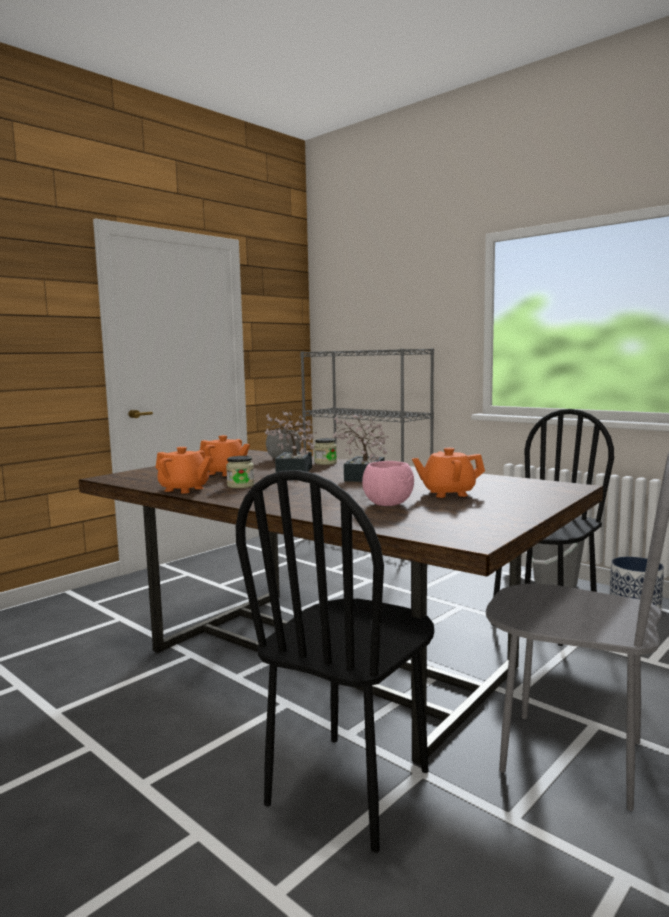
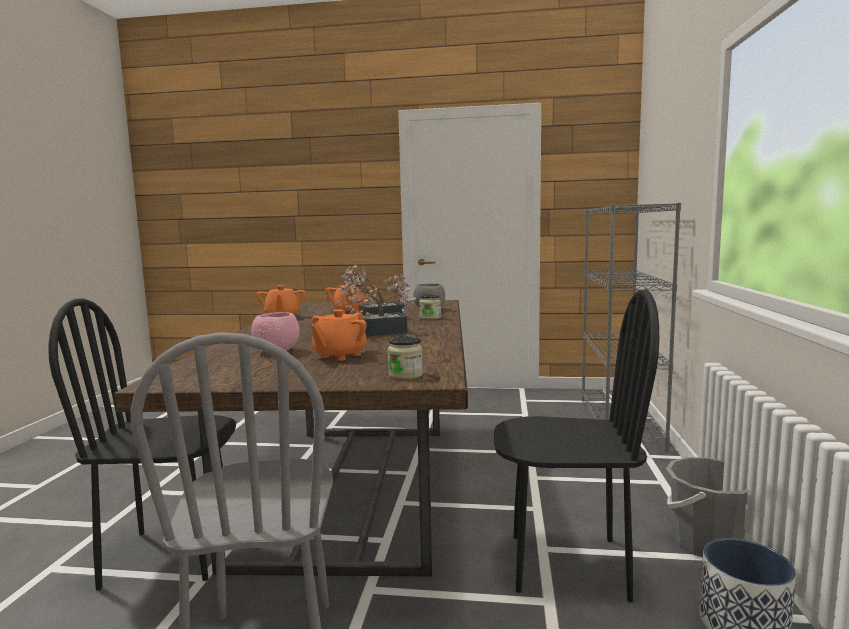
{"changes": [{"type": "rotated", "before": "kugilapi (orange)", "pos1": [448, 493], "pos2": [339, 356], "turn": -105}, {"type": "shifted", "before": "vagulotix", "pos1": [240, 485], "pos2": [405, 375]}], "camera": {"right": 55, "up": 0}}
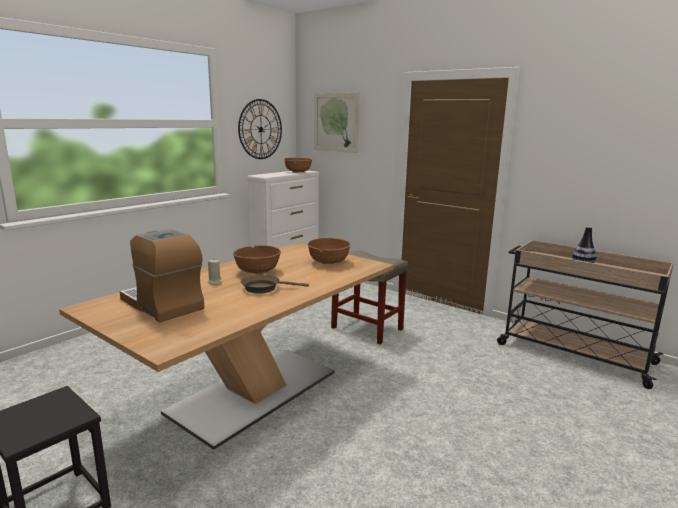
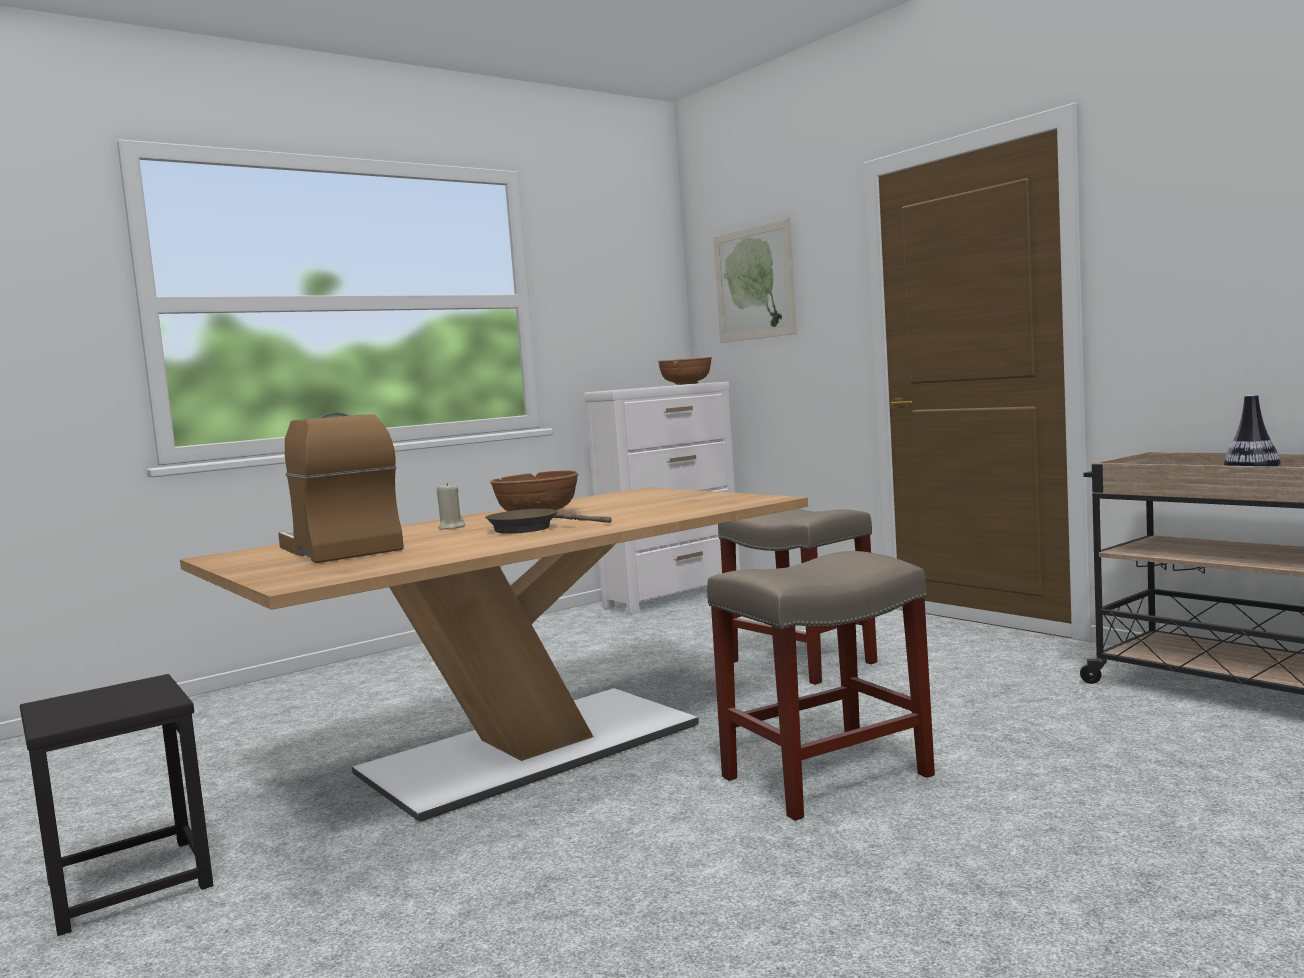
{"changes": [{"type": "new", "after": "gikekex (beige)", "pos2": [824, 777]}, {"type": "gone", "before": "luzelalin", "pos1": [260, 129]}, {"type": "gone", "before": "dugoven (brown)", "pos1": [329, 262]}], "camera": {"right": 15, "up": -10}}
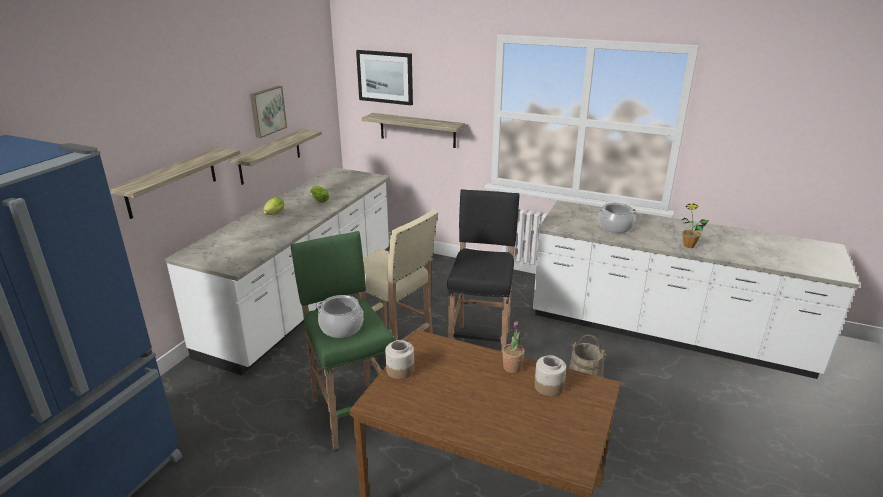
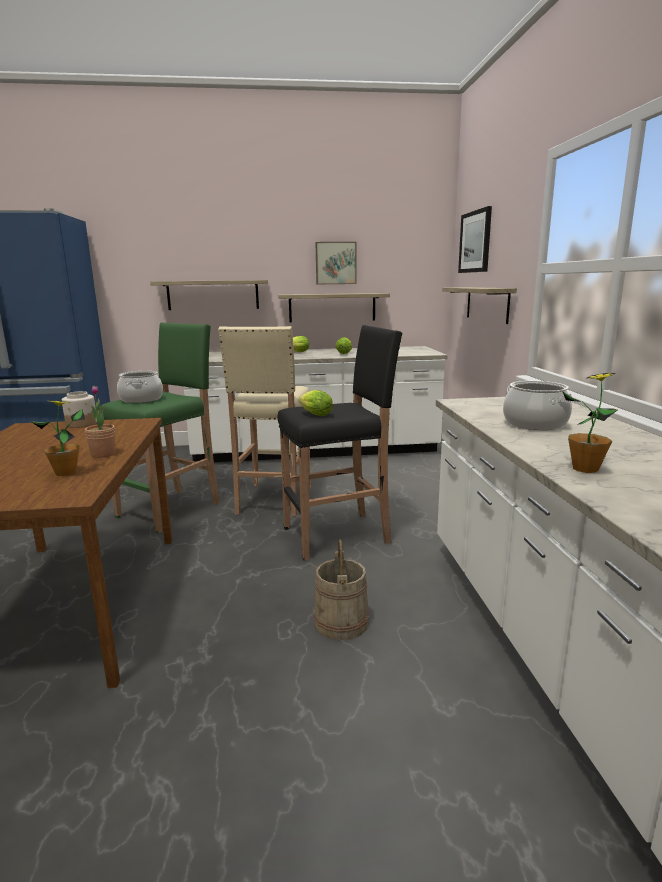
{"changes": [{"type": "swapped", "before": "vagulotix", "after": "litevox", "pos1": [548, 387], "pos2": [66, 473]}, {"type": "new", "after": "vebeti", "pos2": [314, 414]}], "camera": {"right": 60, "up": -10}}
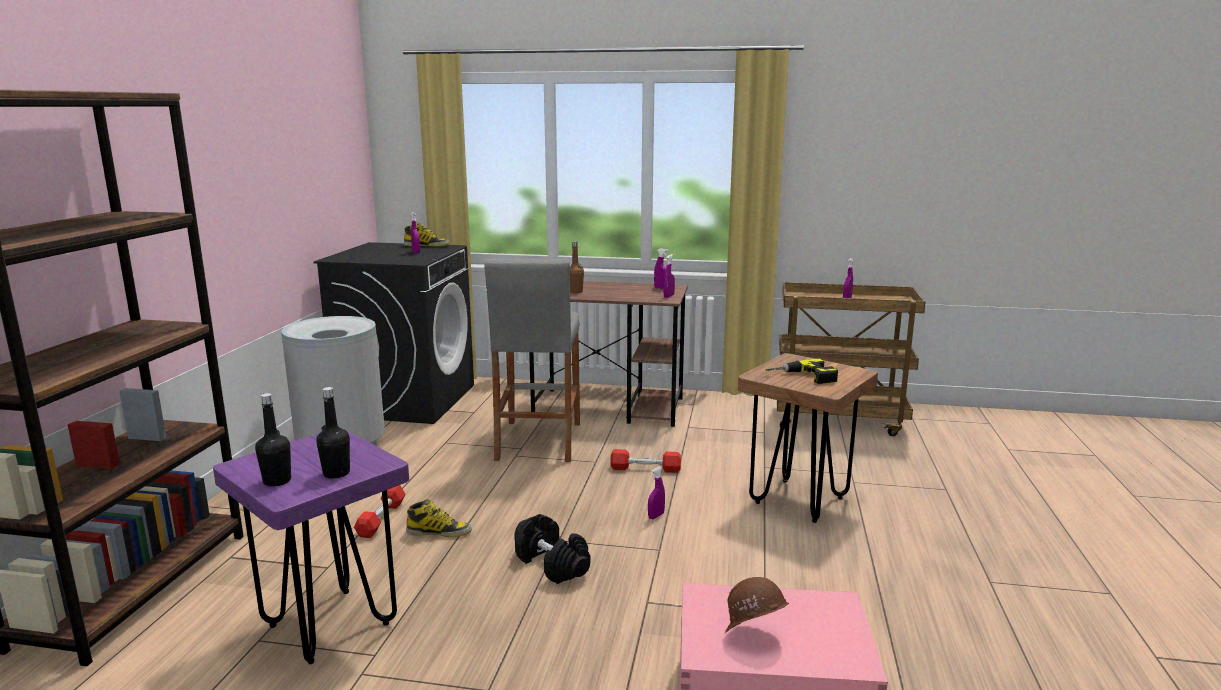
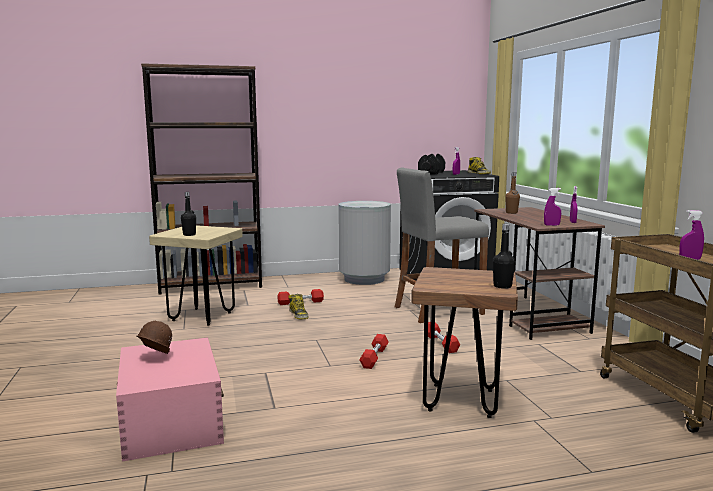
{"changes": [{"type": "repainted", "before": "gikekex (purple)", "after": "gikekex (beige)", "pos1": [329, 625], "pos2": [201, 316]}, {"type": "swapped", "before": "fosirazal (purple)", "after": "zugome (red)", "pos1": [656, 516], "pos2": [374, 357]}, {"type": "shifted", "before": "zugome (black)", "pos1": [552, 564], "pos2": [431, 173]}, {"type": "shifted", "before": "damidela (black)", "pos1": [277, 481], "pos2": [502, 286]}, {"type": "gone", "before": "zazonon", "pos1": [803, 377]}], "camera": {"right": 65, "up": -5}}
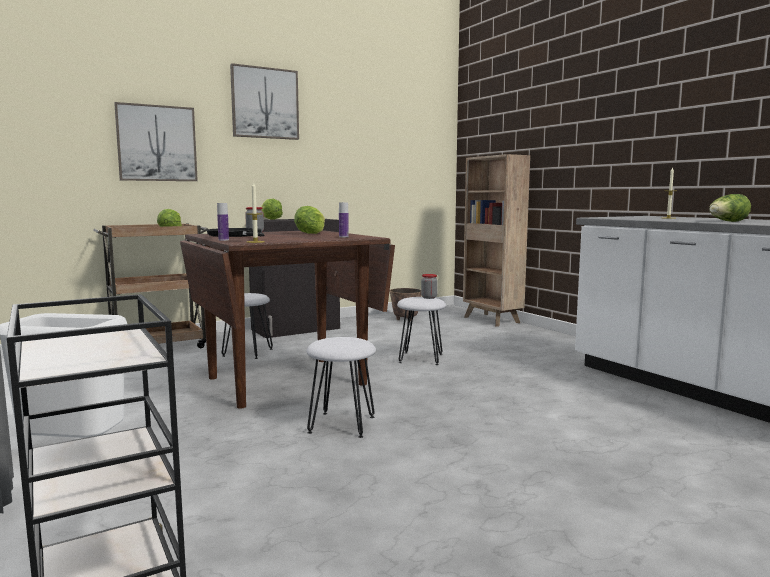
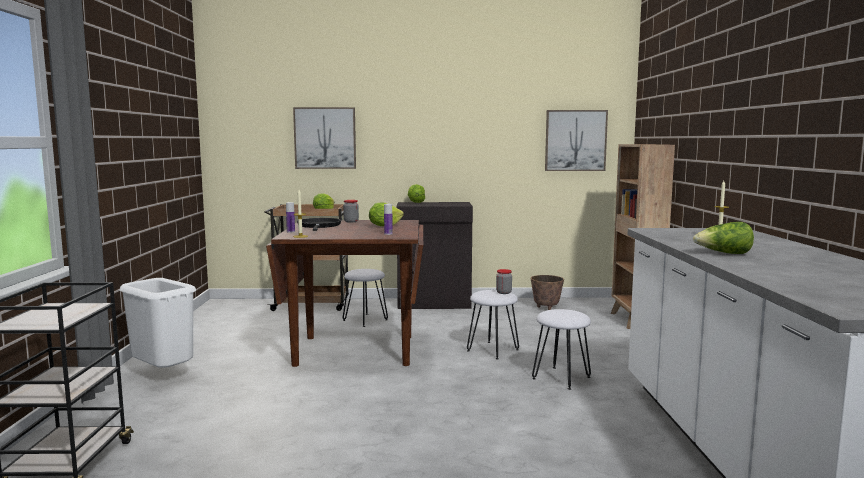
{"changes": [{"type": "shifted", "before": "gikekex (white)", "pos1": [341, 425], "pos2": [561, 378]}, {"type": "shifted", "before": "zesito", "pos1": [265, 103], "pos2": [575, 140]}], "camera": {"right": 30, "up": 0}}
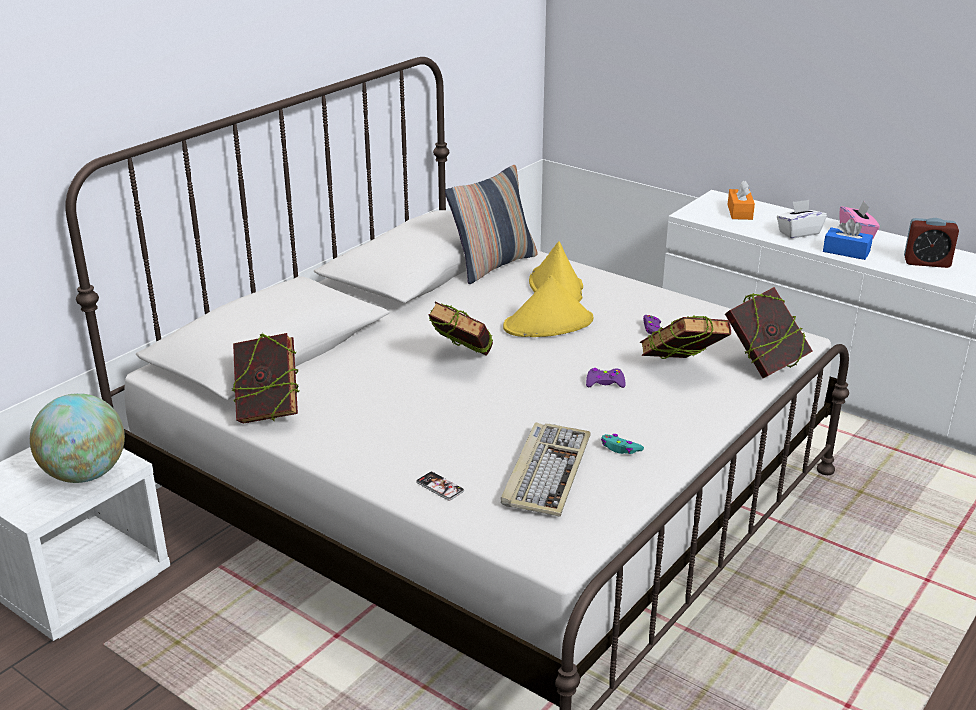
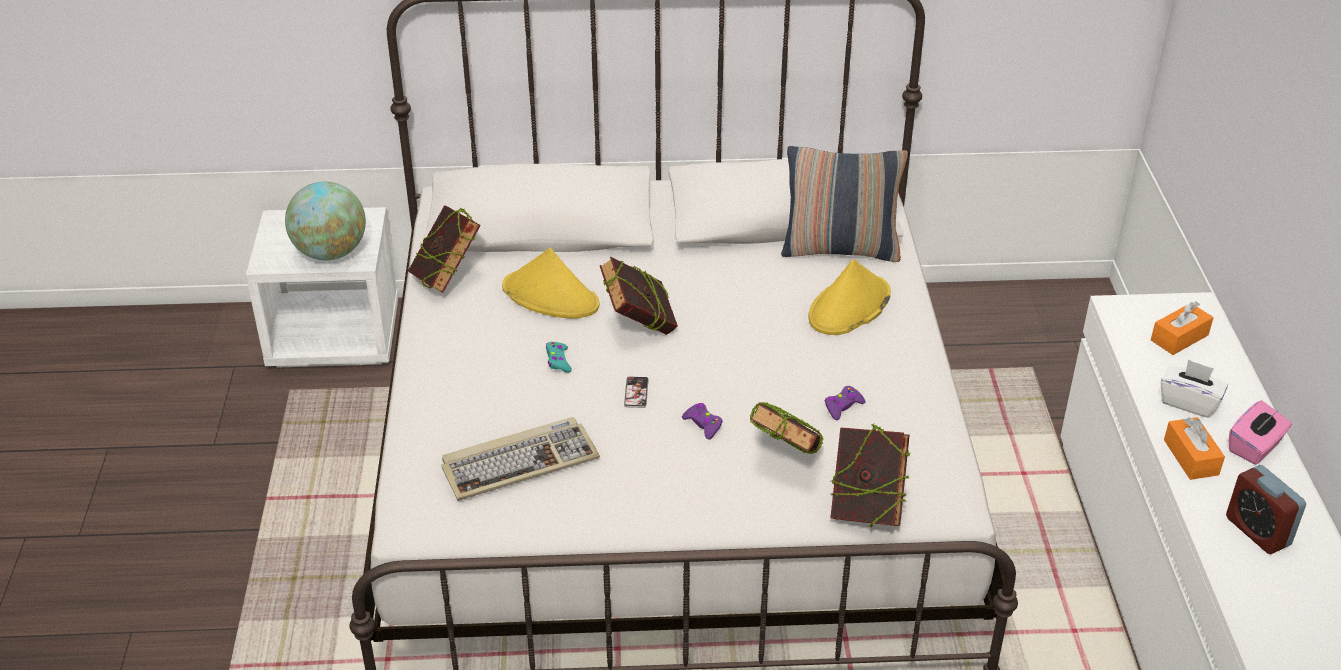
{"changes": [{"type": "shifted", "before": "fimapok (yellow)", "pos1": [548, 324], "pos2": [551, 296]}, {"type": "shifted", "before": "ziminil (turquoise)", "pos1": [620, 449], "pos2": [558, 361]}, {"type": "shifted", "before": "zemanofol", "pos1": [440, 487], "pos2": [636, 392]}, {"type": "repainted", "before": "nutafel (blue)", "after": "nutafel (orange)", "pos1": [846, 252], "pos2": [1191, 457]}], "camera": {"right": 50, "up": 10}}
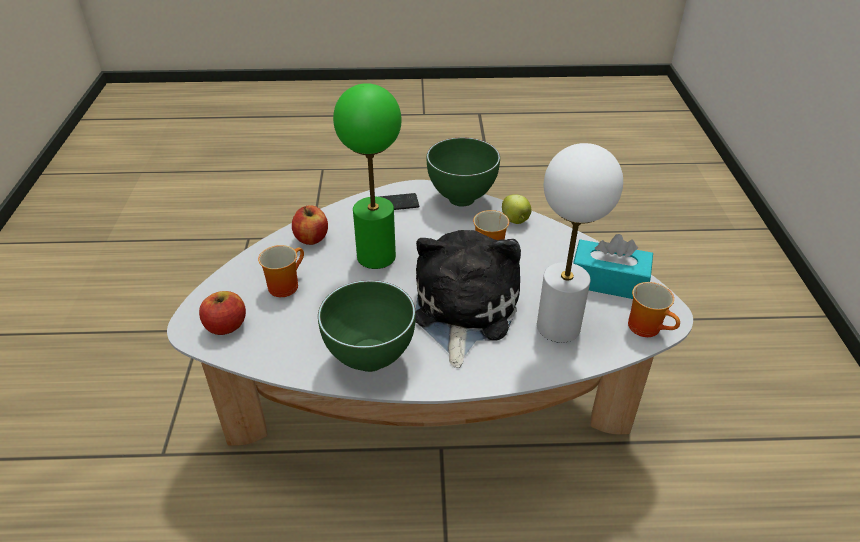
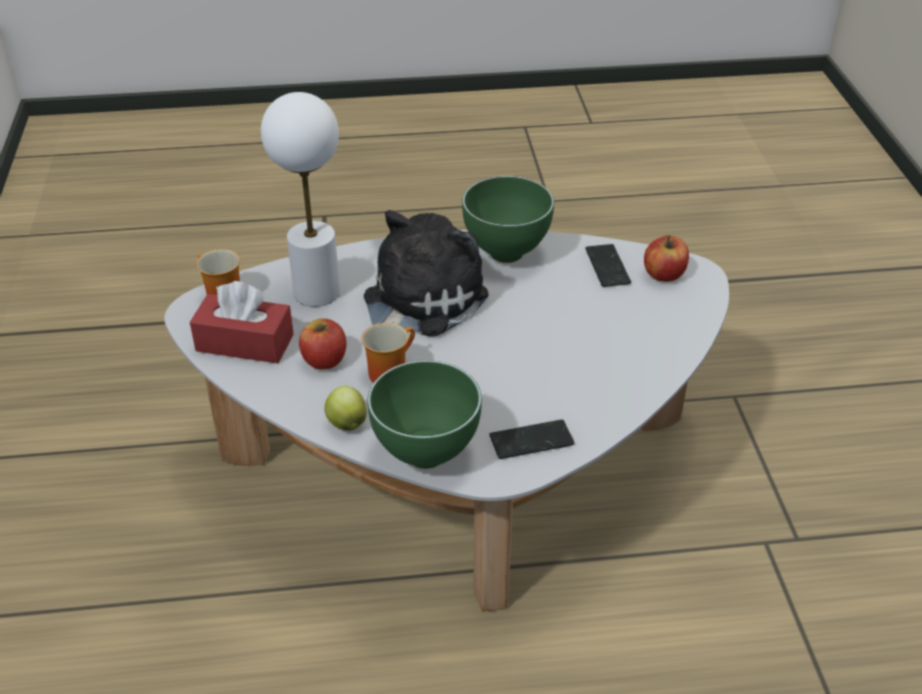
{"changes": [{"type": "repainted", "before": "nutafel (turquoise)", "after": "nutafel (red)", "pos1": [608, 281], "pos2": [245, 343]}, {"type": "shifted", "before": "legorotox", "pos1": [311, 238], "pos2": [324, 360]}, {"type": "rotated", "before": "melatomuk", "pos1": [462, 311], "pos2": [418, 302], "turn": -150}, {"type": "new", "after": "zemanofol", "pos2": [607, 267]}, {"type": "gone", "before": "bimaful", "pos1": [284, 284]}, {"type": "gone", "before": "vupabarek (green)", "pos1": [376, 257]}], "camera": {"right": 175, "up": 0}}
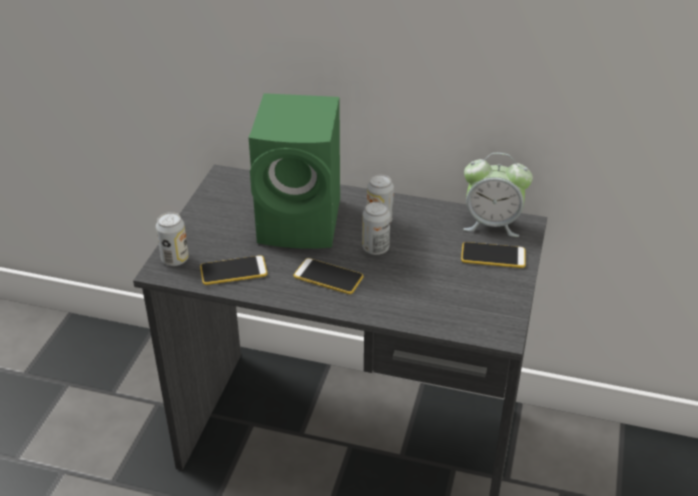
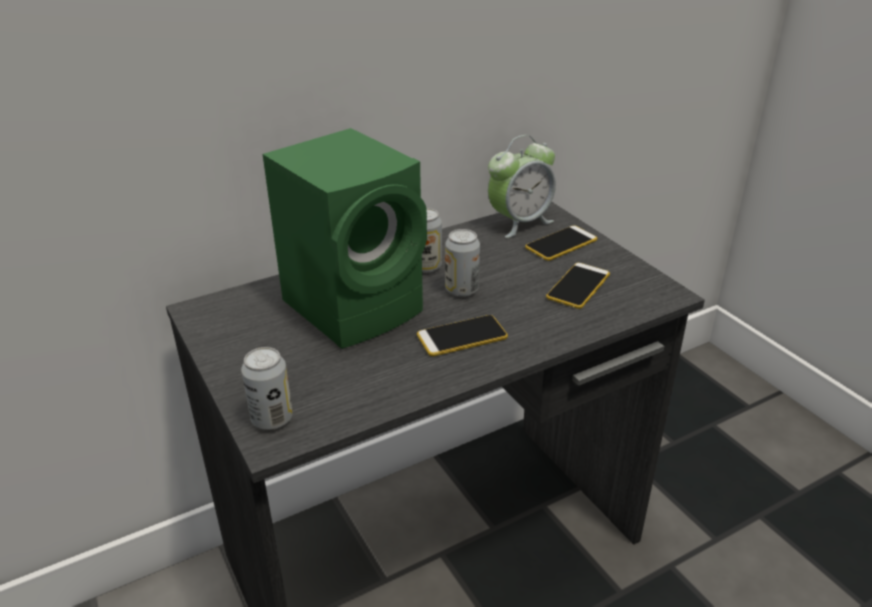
{"changes": [{"type": "shifted", "before": "zemanofol", "pos1": [233, 271], "pos2": [578, 286]}], "camera": {"right": -45, "up": -5}}
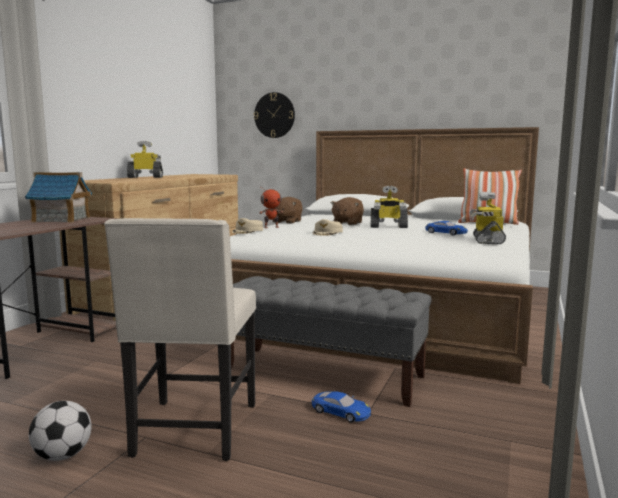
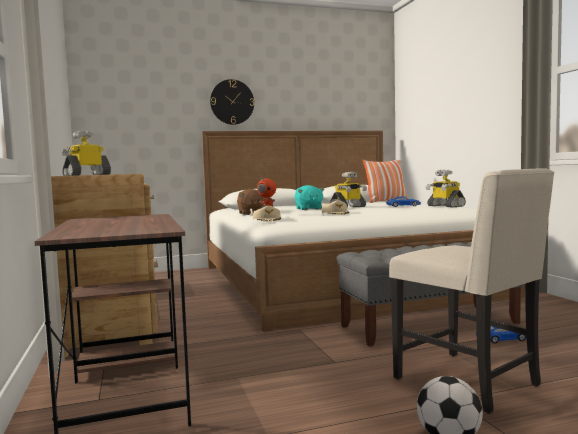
{"changes": [{"type": "shifted", "before": "luzelalin", "pos1": [274, 115], "pos2": [232, 102]}, {"type": "repainted", "before": "melatomuk (brown)", "after": "melatomuk (turquoise)", "pos1": [347, 223], "pos2": [308, 209]}, {"type": "gone", "before": "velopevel", "pos1": [62, 220]}], "camera": {"right": -40, "up": -5}}
